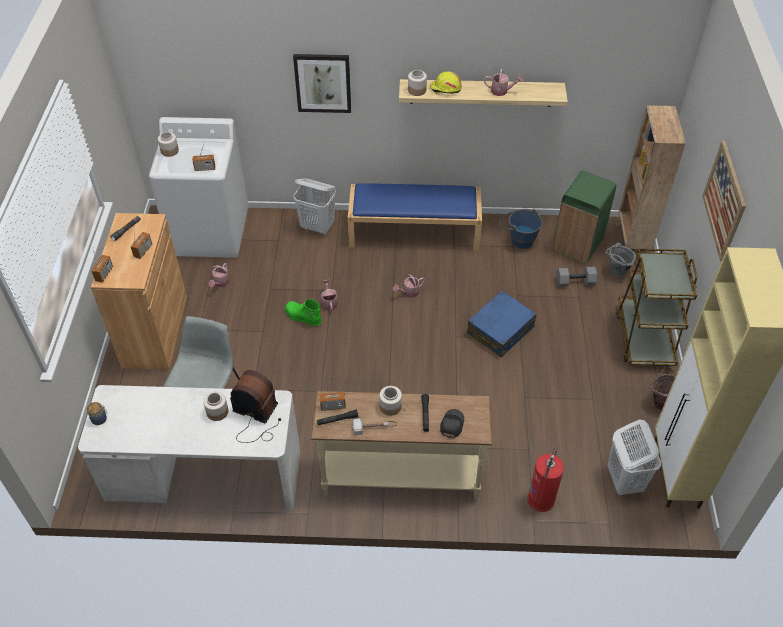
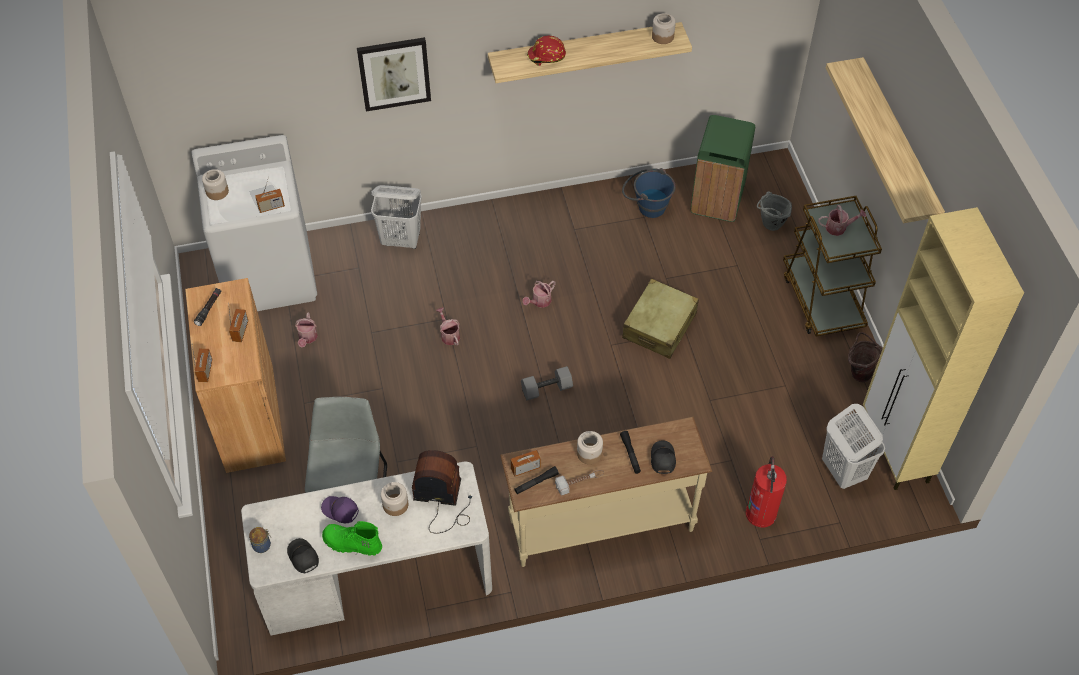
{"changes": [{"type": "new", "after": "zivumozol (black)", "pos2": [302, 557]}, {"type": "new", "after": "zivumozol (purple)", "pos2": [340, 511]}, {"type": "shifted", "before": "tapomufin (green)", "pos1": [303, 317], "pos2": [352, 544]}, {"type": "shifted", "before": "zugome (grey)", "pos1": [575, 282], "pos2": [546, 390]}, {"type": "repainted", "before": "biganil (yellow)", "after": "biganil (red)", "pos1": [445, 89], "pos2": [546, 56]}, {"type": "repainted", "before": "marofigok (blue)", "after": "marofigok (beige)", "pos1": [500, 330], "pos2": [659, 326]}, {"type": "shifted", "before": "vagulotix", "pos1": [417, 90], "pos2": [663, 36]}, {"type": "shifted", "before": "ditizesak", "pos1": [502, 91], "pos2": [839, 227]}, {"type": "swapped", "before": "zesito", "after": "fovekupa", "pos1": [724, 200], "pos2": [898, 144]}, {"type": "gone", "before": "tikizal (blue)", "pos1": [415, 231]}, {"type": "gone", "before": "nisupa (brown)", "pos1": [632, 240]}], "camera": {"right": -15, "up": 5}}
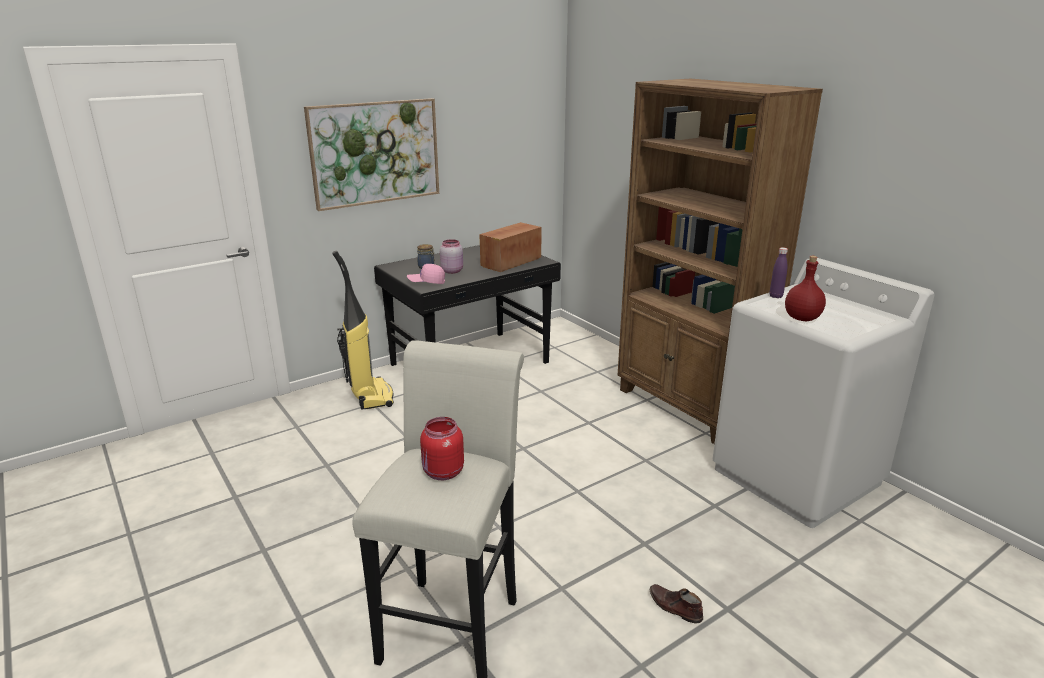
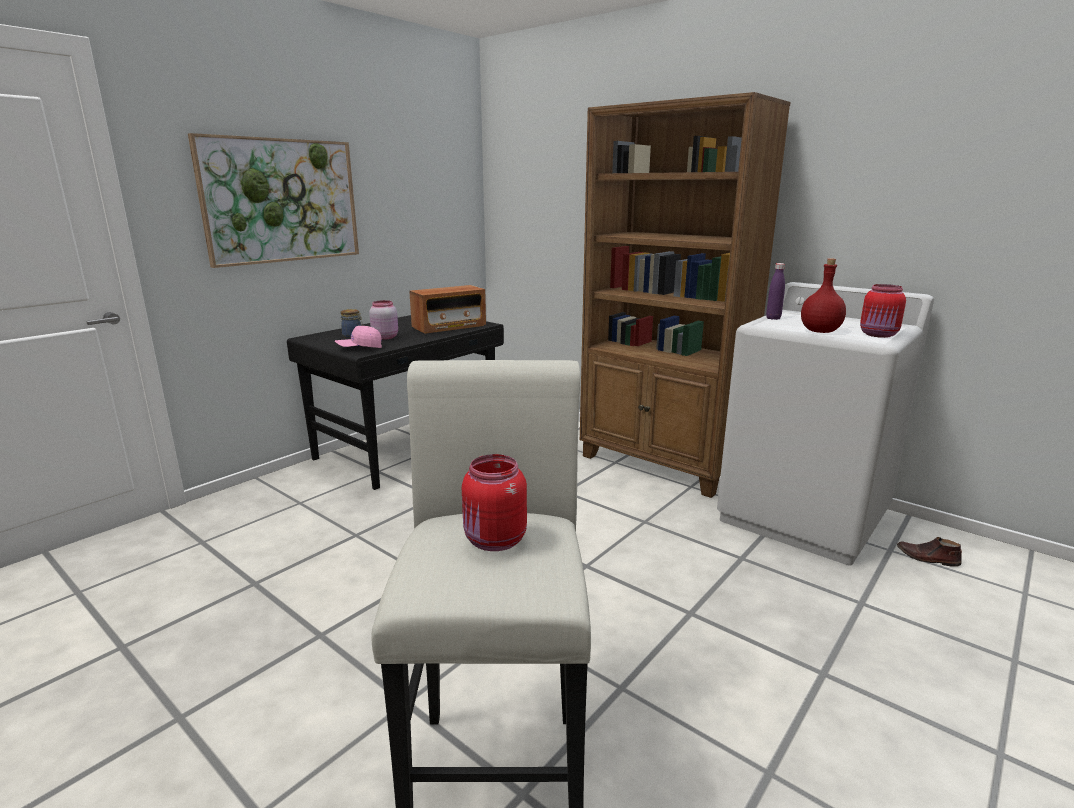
{"changes": [{"type": "rotated", "before": "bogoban", "pos1": [511, 262], "pos2": [449, 327], "turn": -150}, {"type": "new", "after": "vagulotix (red)", "pos2": [879, 335]}, {"type": "shifted", "before": "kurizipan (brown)", "pos1": [674, 607], "pos2": [927, 558]}, {"type": "gone", "before": "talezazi", "pos1": [370, 396]}], "camera": {"right": -15, "up": -5}}
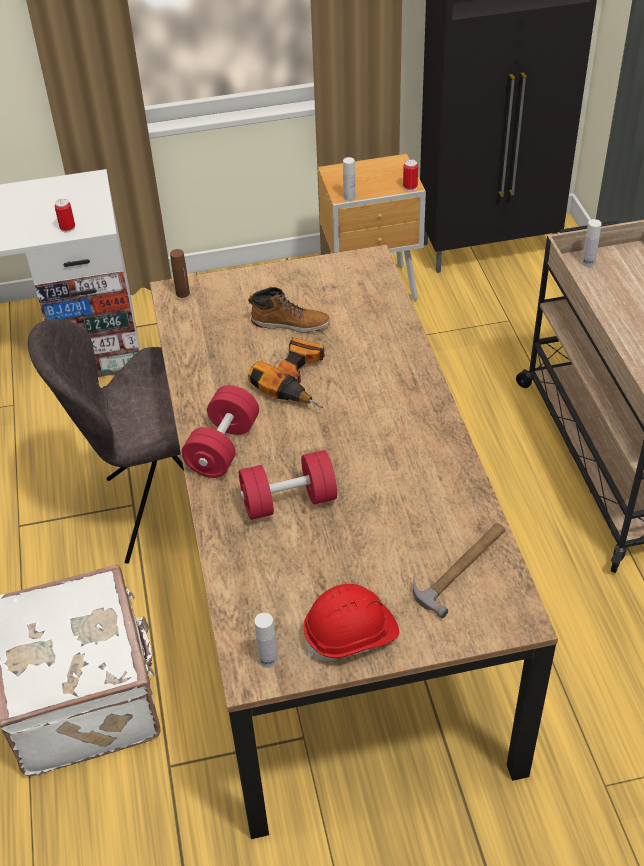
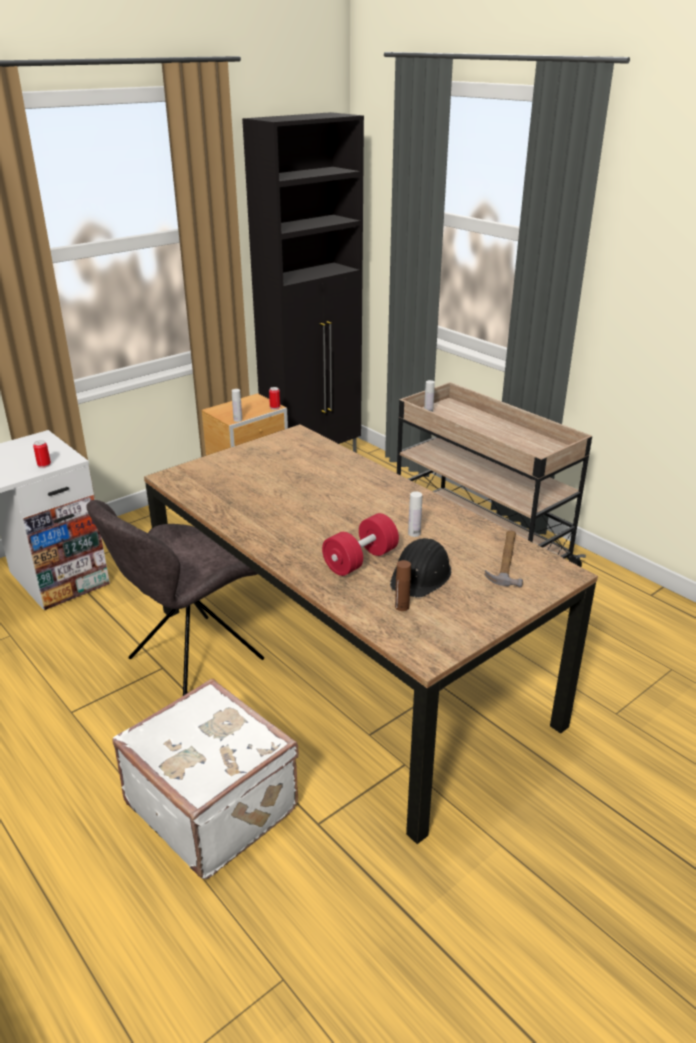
{"changes": [{"type": "new", "after": "biganil (black)", "pos2": [421, 575]}, {"type": "shifted", "before": "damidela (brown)", "pos1": [182, 293], "pos2": [402, 607]}, {"type": "shifted", "before": "damidela (white)", "pos1": [268, 659], "pos2": [414, 533]}, {"type": "gone", "before": "zugome (red)", "pos1": [223, 447]}, {"type": "gone", "before": "tapomufin", "pos1": [290, 323]}, {"type": "gone", "before": "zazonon", "pos1": [298, 381]}, {"type": "gone", "before": "biganil (red)", "pos1": [351, 635]}], "camera": {"right": -30, "up": -15}}
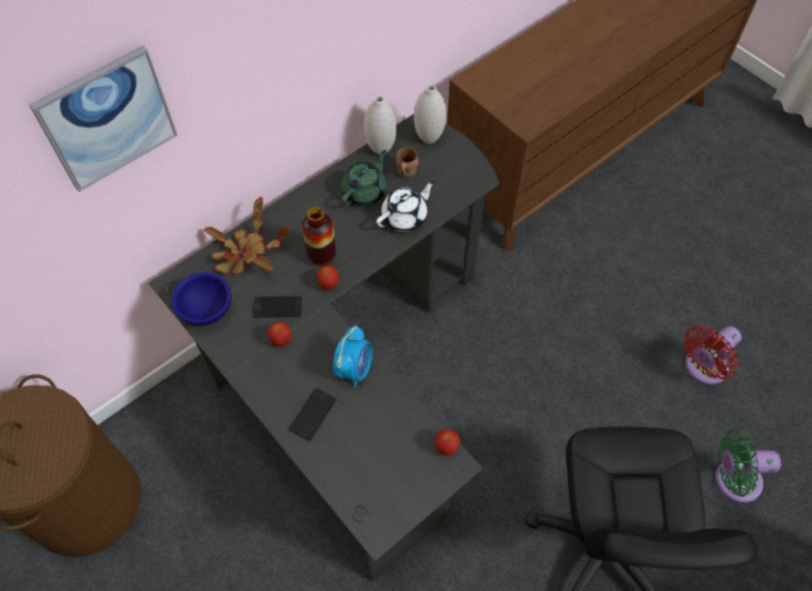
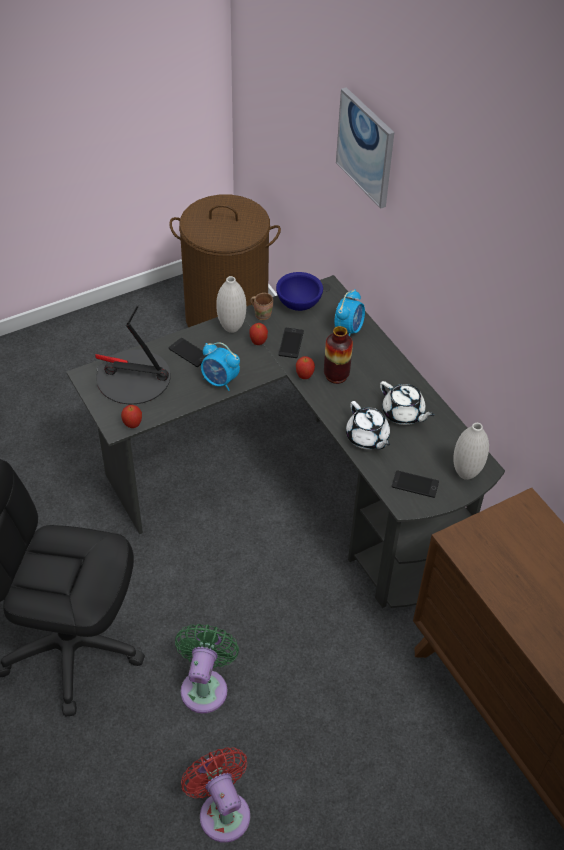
{"changes": [{"type": "new", "after": "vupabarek", "pos2": [133, 379]}, {"type": "shifted", "before": "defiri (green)", "pos1": [732, 480], "pos2": [205, 686]}, {"type": "shifted", "before": "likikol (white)", "pos1": [381, 149], "pos2": [231, 328]}, {"type": "shifted", "before": "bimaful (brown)", "pos1": [406, 172], "pos2": [262, 314]}, {"type": "swapped", "before": "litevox", "after": "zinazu", "pos1": [246, 254], "pos2": [348, 329]}, {"type": "repainted", "before": "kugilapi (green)", "after": "kugilapi (white)", "pos1": [365, 191], "pos2": [403, 414]}, {"type": "new", "after": "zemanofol", "pos2": [415, 484]}], "camera": {"right": 100, "up": -10}}
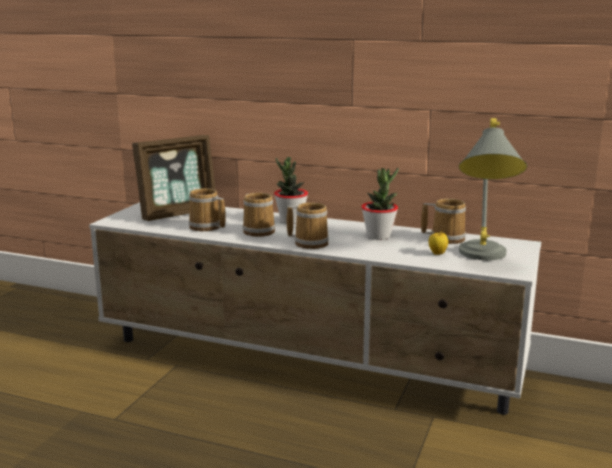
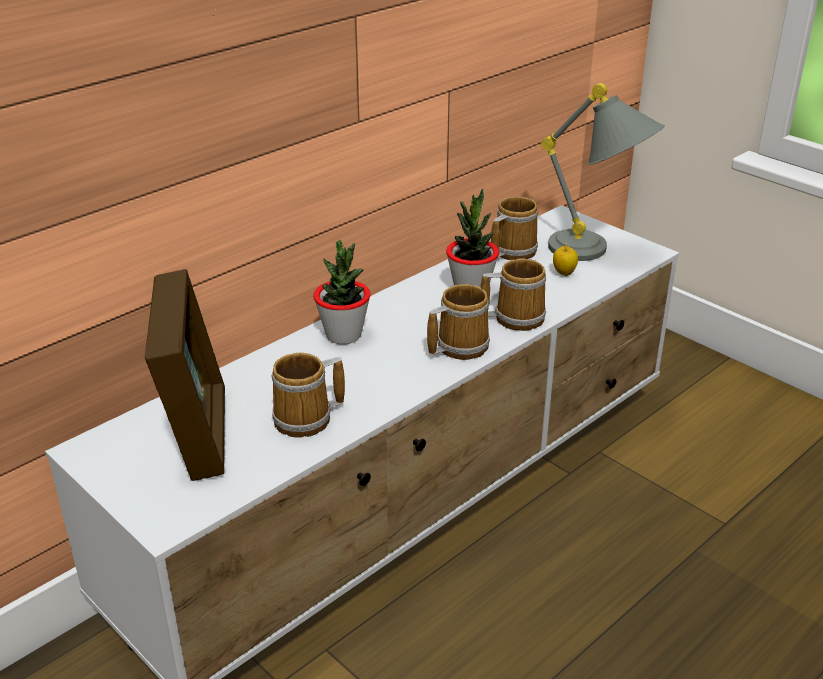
{"changes": [{"type": "shifted", "before": "bimaful", "pos1": [258, 231], "pos2": [515, 317]}], "camera": {"right": -65, "up": 15}}
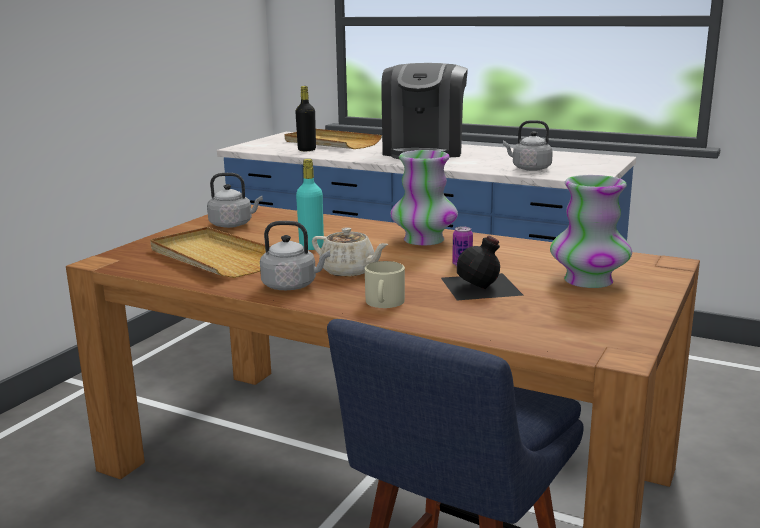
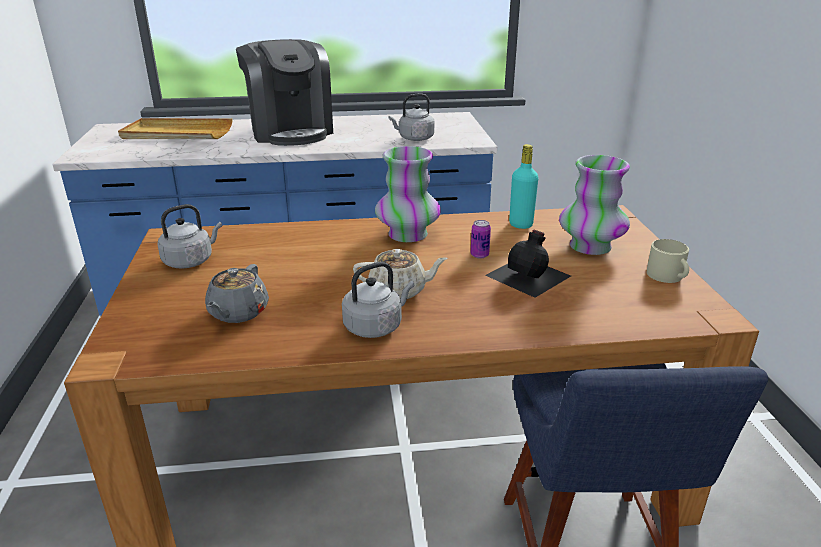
{"changes": [{"type": "swapped", "before": "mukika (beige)", "after": "kugilapi (grey)", "pos1": [214, 257], "pos2": [238, 313]}, {"type": "shifted", "before": "damidela (turquoise)", "pos1": [311, 247], "pos2": [520, 224]}, {"type": "shifted", "before": "bimaful (beige)", "pos1": [384, 303], "pos2": [667, 276]}, {"type": "gone", "before": "damidela (black)", "pos1": [307, 150]}], "camera": {"right": -35, "up": 10}}
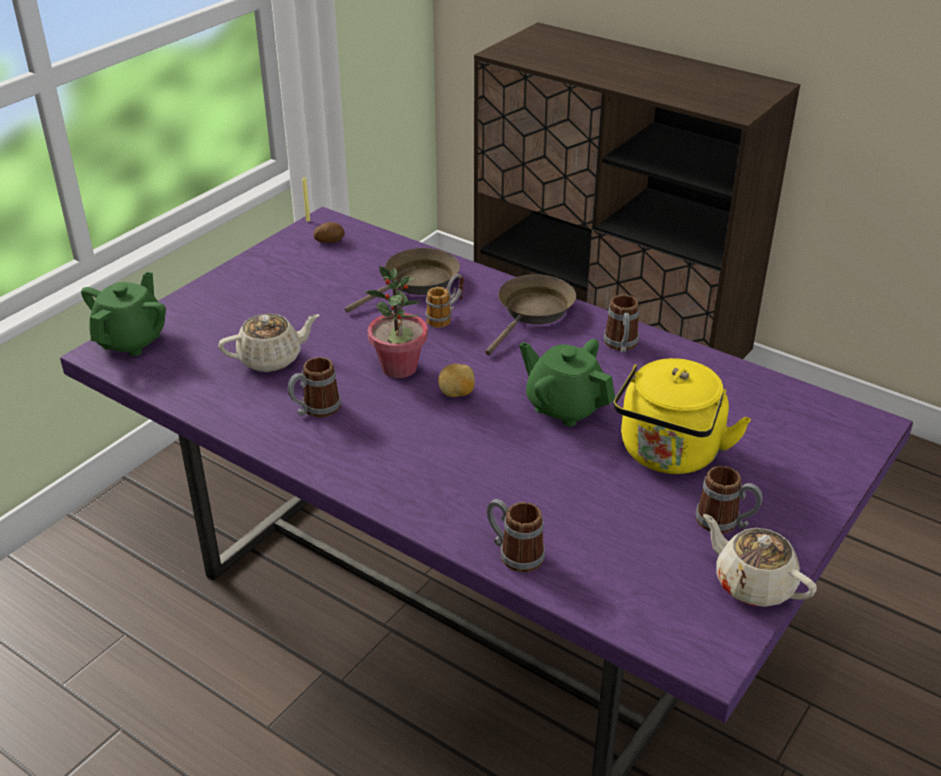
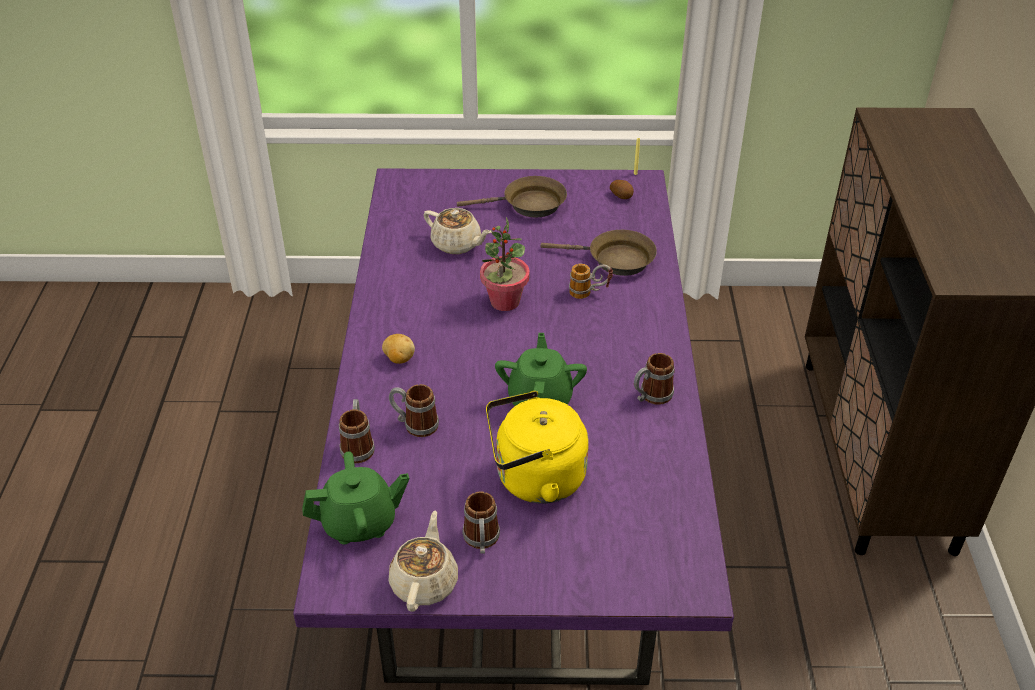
{"changes": [{"type": "shifted", "before": "kugilapi (green)", "pos1": [131, 340], "pos2": [360, 523]}, {"type": "shifted", "before": "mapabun", "pos1": [457, 393], "pos2": [399, 359]}, {"type": "shifted", "before": "bimaful", "pos1": [315, 410], "pos2": [415, 424]}, {"type": "shifted", "before": "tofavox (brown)", "pos1": [533, 313], "pos2": [529, 205]}], "camera": {"right": 55, "up": 5}}
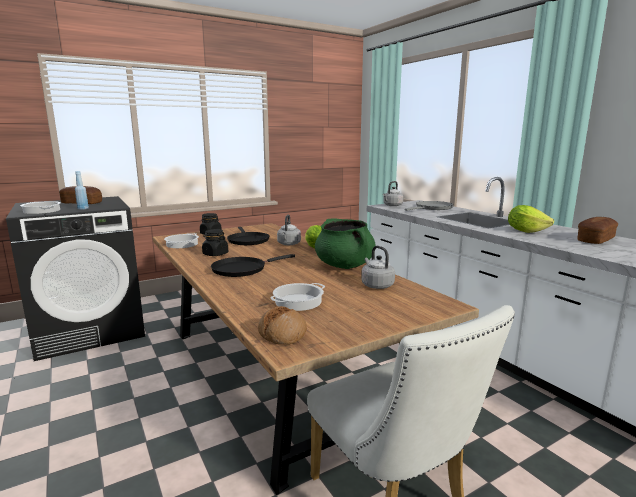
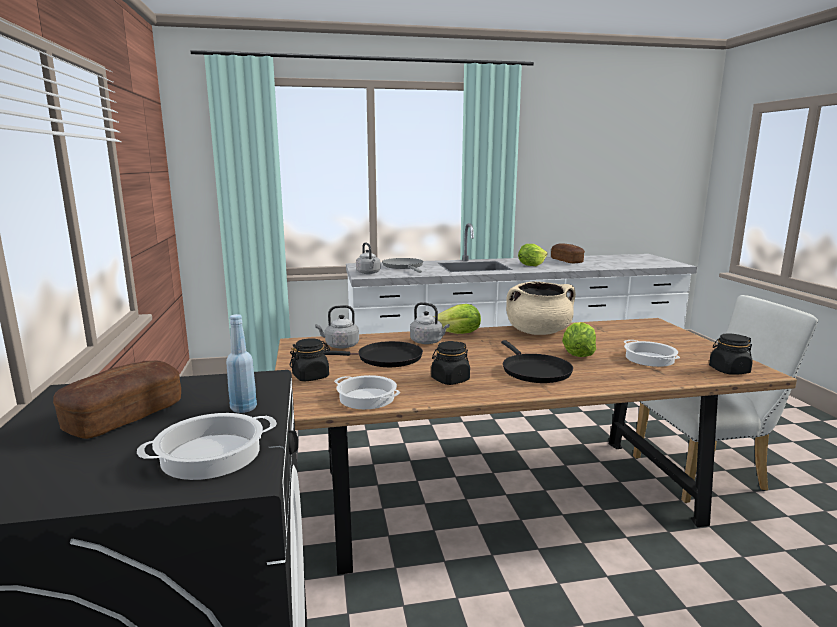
{"changes": [{"type": "shifted", "before": "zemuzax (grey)", "pos1": [376, 285], "pos2": [340, 346]}, {"type": "repainted", "before": "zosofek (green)", "after": "zosofek (beige)", "pos1": [345, 266], "pos2": [538, 332]}, {"type": "new", "after": "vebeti", "pos2": [578, 355]}, {"type": "swapped", "before": "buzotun", "after": "vagulotix (black)", "pos1": [283, 334], "pos2": [729, 370]}], "camera": {"right": -70, "up": 0}}
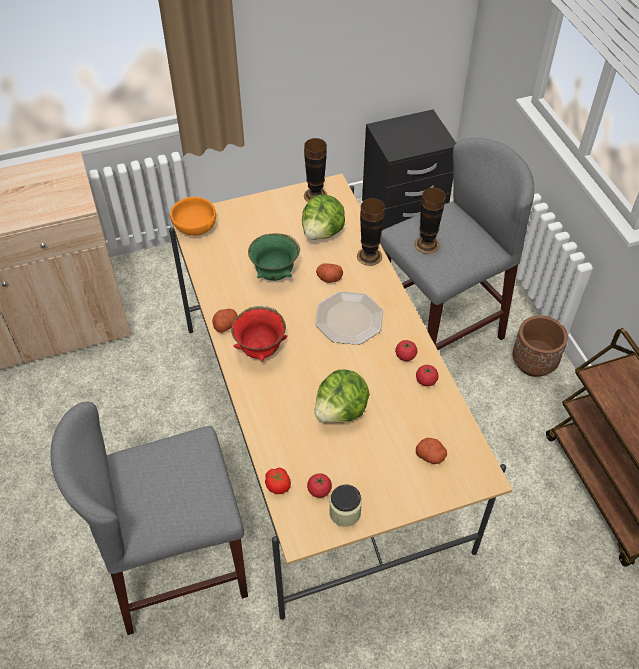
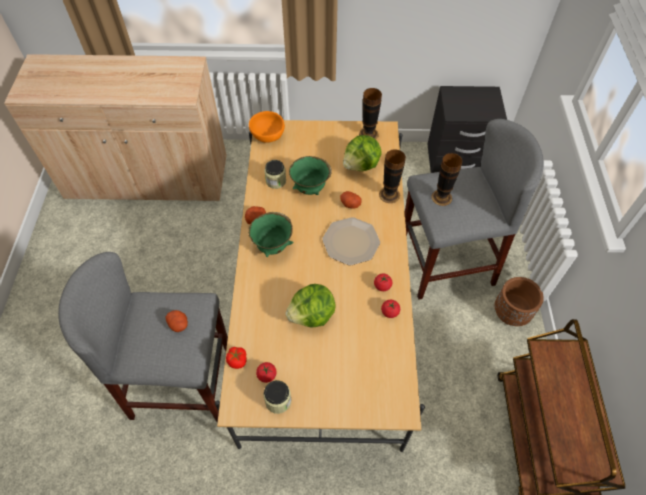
{"changes": [{"type": "shifted", "before": "mapabun", "pos1": [431, 455], "pos2": [179, 324]}, {"type": "repainted", "before": "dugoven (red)", "after": "dugoven (green)", "pos1": [261, 350], "pos2": [273, 246]}, {"type": "new", "after": "vagulotix", "pos2": [276, 181]}], "camera": {"right": 20, "up": 5}}
